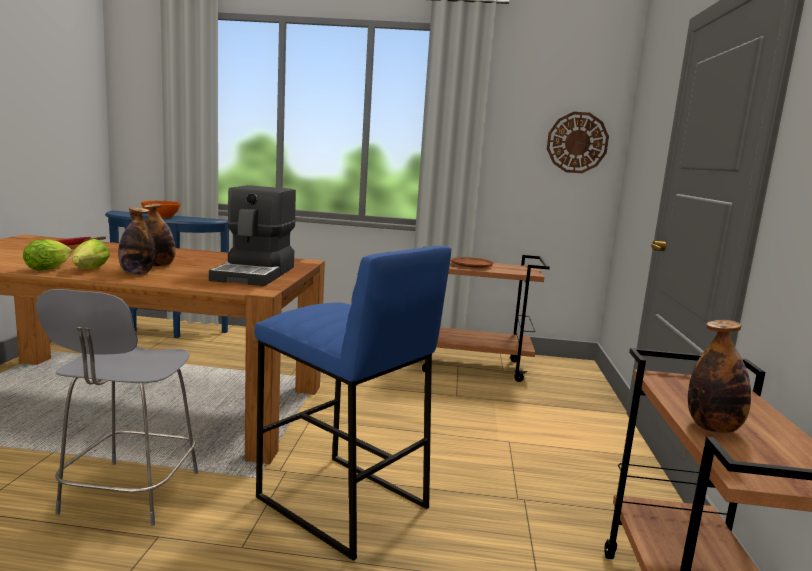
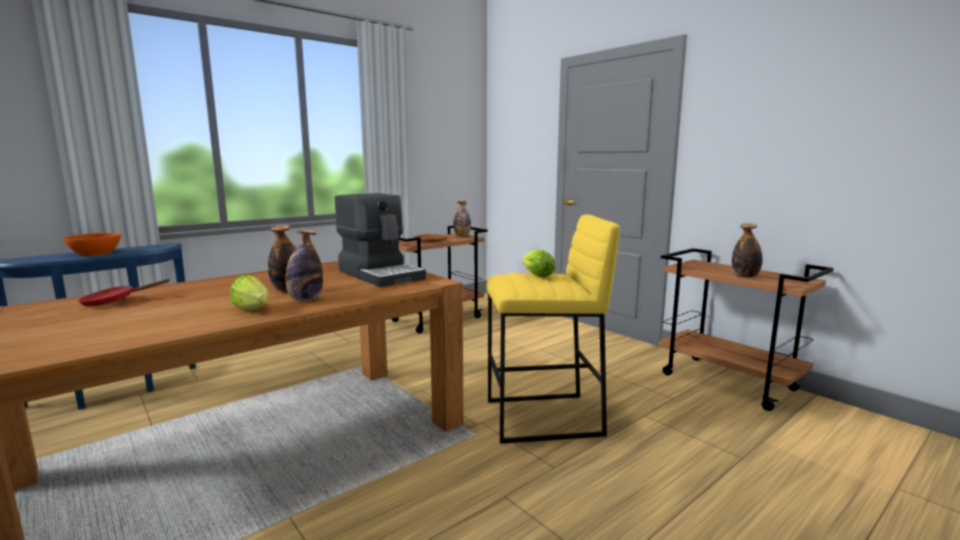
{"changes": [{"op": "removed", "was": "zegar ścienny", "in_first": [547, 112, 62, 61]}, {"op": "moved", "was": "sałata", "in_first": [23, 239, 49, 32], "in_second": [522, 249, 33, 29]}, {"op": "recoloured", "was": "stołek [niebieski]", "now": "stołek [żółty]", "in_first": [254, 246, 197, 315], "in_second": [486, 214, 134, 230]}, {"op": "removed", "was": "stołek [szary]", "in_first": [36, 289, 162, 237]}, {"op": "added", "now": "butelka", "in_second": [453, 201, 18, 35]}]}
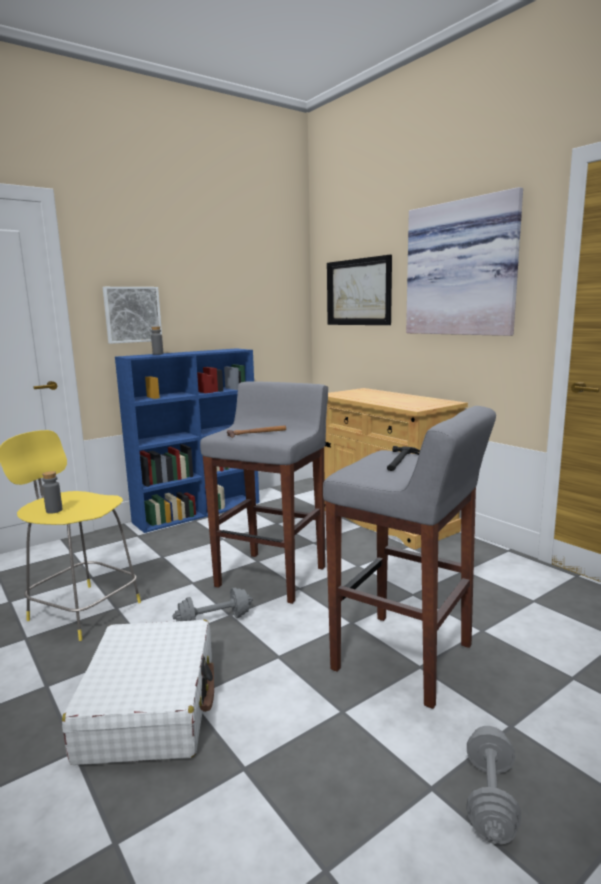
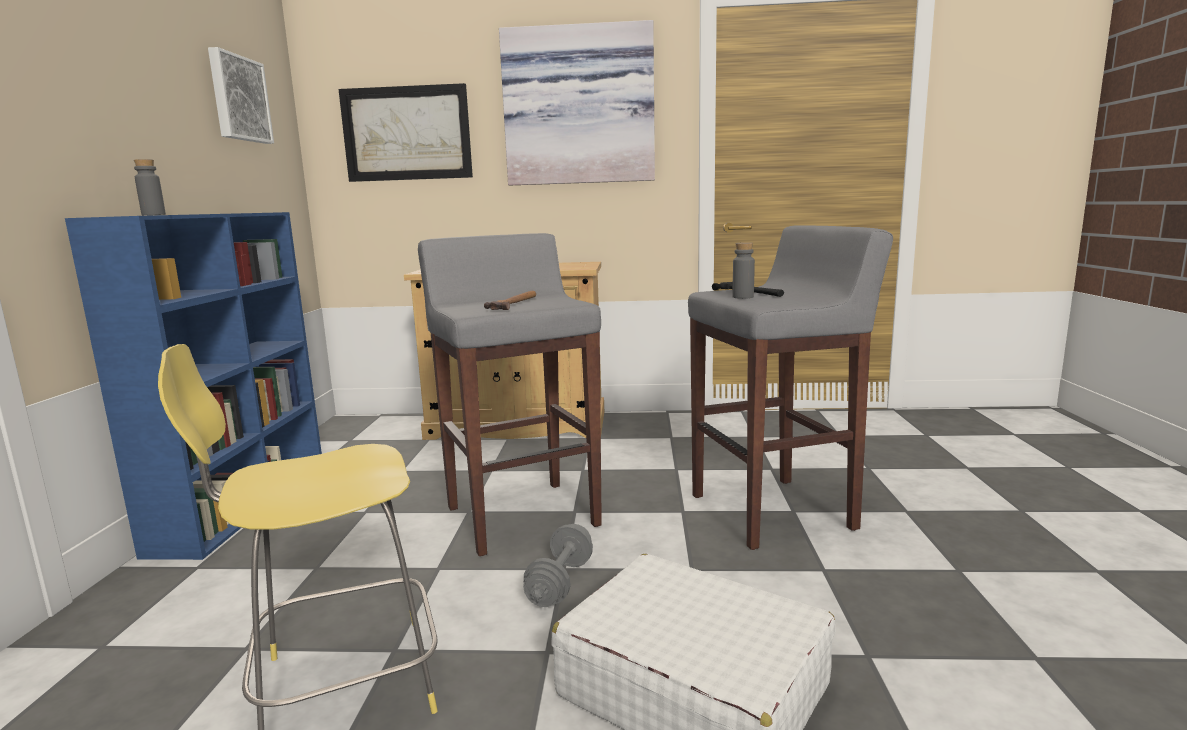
{"changes": [{"op": "moved", "was": "obraz", "in_first": [103, 287, 60, 57], "in_second": [208, 47, 66, 97]}, {"op": "moved", "was": "butelka [szary]", "in_first": [42, 471, 21, 43], "in_second": [733, 242, 22, 57]}, {"op": "removed", "was": "hantel [szary]", "in_first": [466, 726, 55, 119]}]}
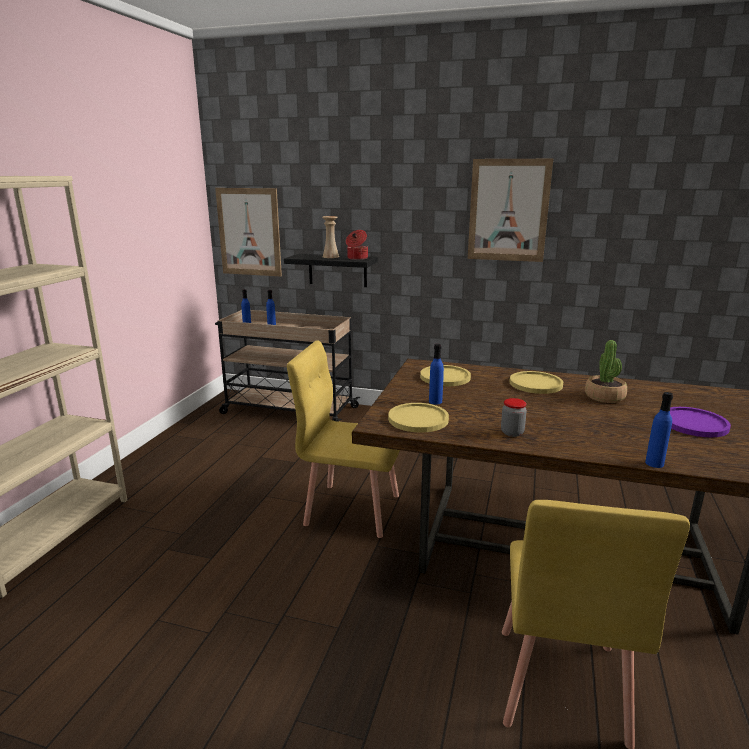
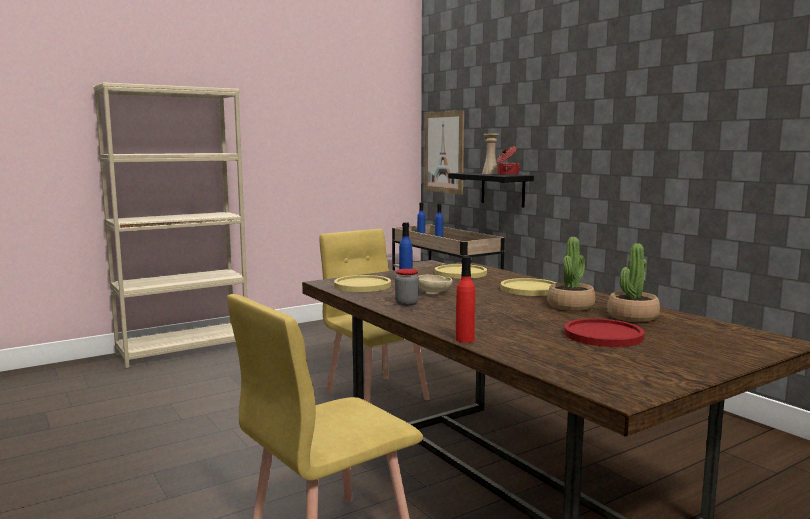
{"changes": [{"op": "removed", "was": "obraz", "in_first": [468, 159, 85, 103]}, {"op": "recoloured", "was": "butelka [niebieski]", "now": "butelka [czerwony]", "in_first": [645, 392, 28, 76], "in_second": [456, 256, 19, 87]}, {"op": "recoloured", "was": "talerz [fioletowy]", "now": "talerz [czerwony]", "in_first": [670, 407, 61, 30], "in_second": [564, 318, 81, 29]}, {"op": "added", "now": "roślina doniczkowa", "in_second": [607, 243, 53, 79]}, {"op": "added", "now": "miska [beżowy]", "in_second": [418, 275, 34, 19]}]}
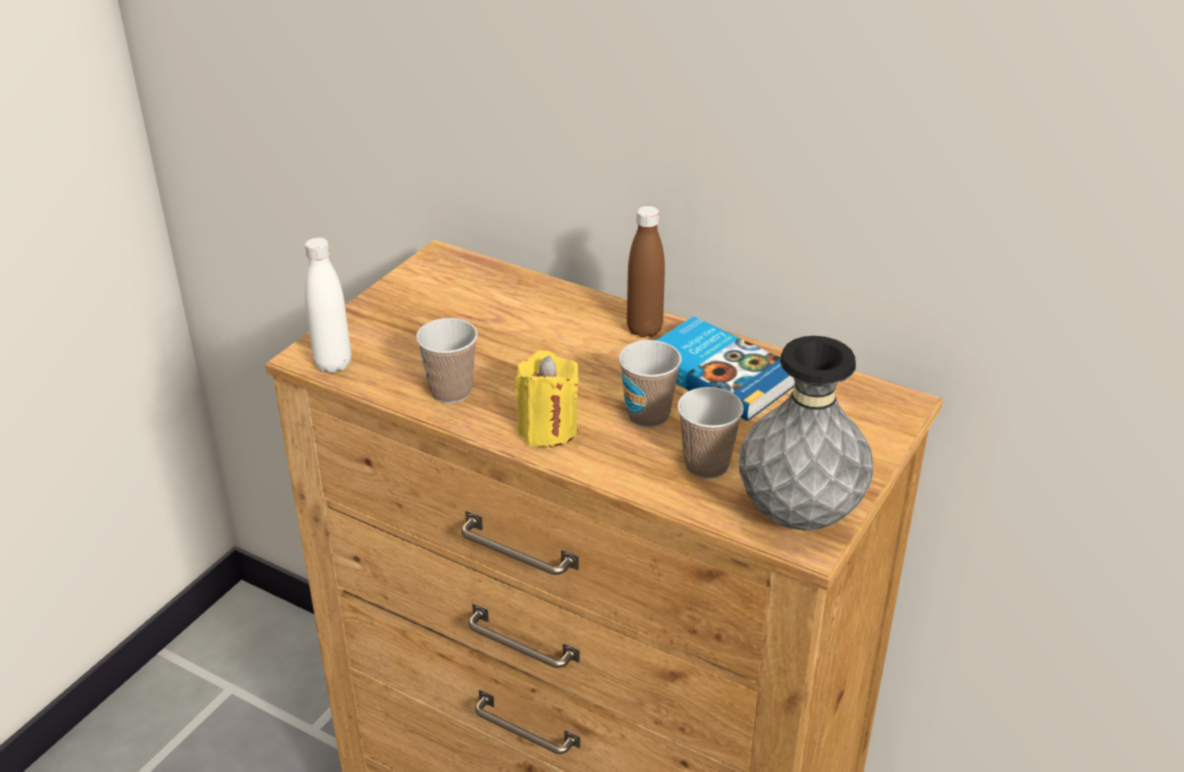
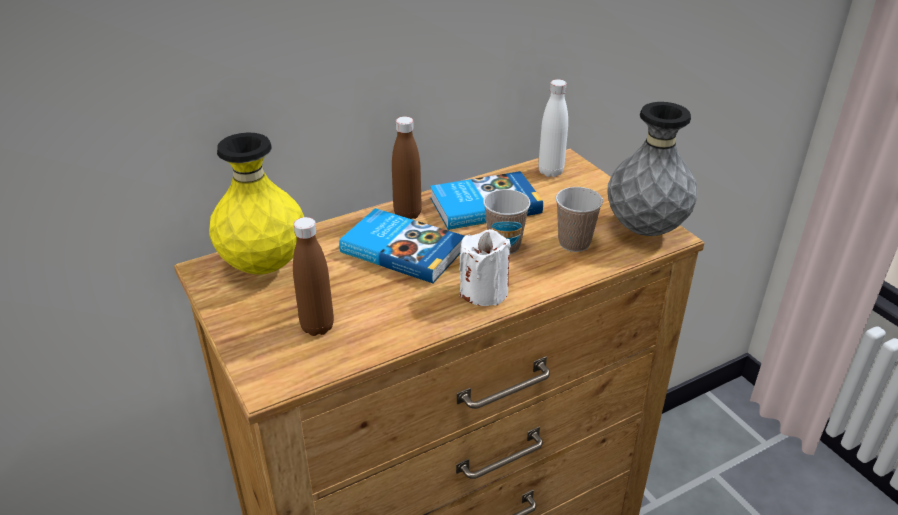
{"changes": [{"op": "moved", "was": "butelka [biały]", "in_first": [305, 237, 46, 136], "in_second": [538, 79, 30, 98]}, {"op": "removed", "was": "filiżanka", "in_first": [416, 318, 62, 85]}, {"op": "recoloured", "was": "świeca [żółty]", "now": "świeca [biały]", "in_first": [515, 350, 64, 97], "in_second": [459, 229, 52, 77]}, {"op": "added", "now": "wazon [żółty]", "in_second": [209, 132, 95, 143]}, {"op": "added", "now": "książka", "in_second": [339, 208, 126, 75]}, {"op": "added", "now": "butelka [brązowy]", "in_second": [293, 217, 41, 119]}]}
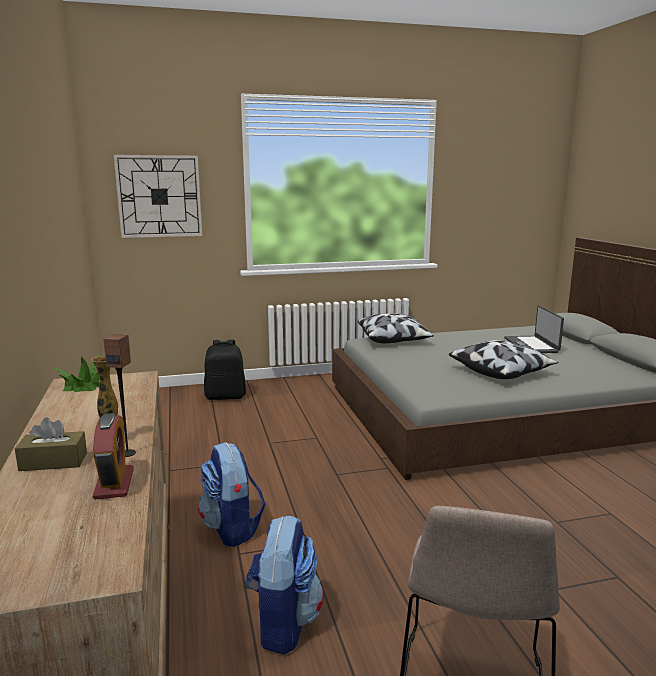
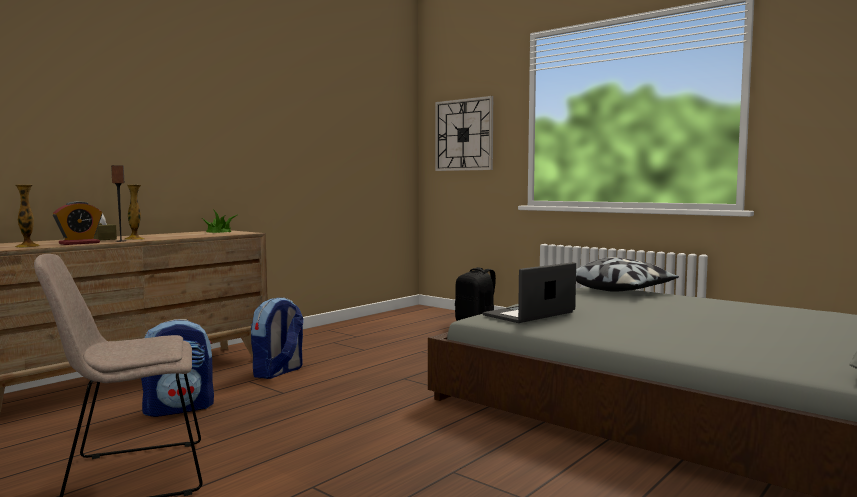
{"changes": [{"op": "moved", "was": "laptop", "in_first": [505, 305, 59, 48], "in_second": [483, 262, 93, 61]}, {"op": "removed", "was": "poduszka", "in_first": [449, 340, 109, 39]}, {"op": "added", "now": "wazon", "in_second": [15, 185, 25, 63]}]}
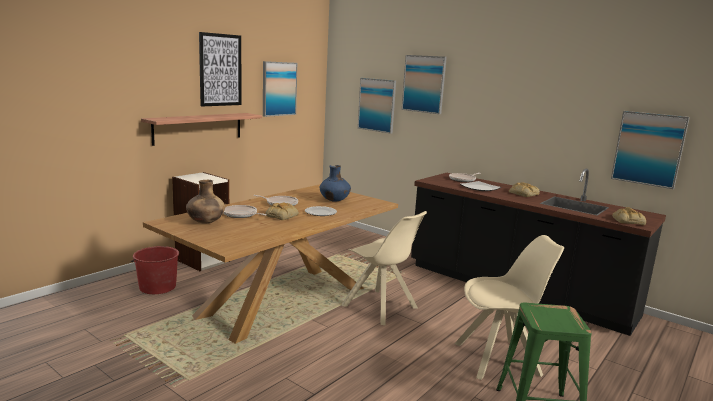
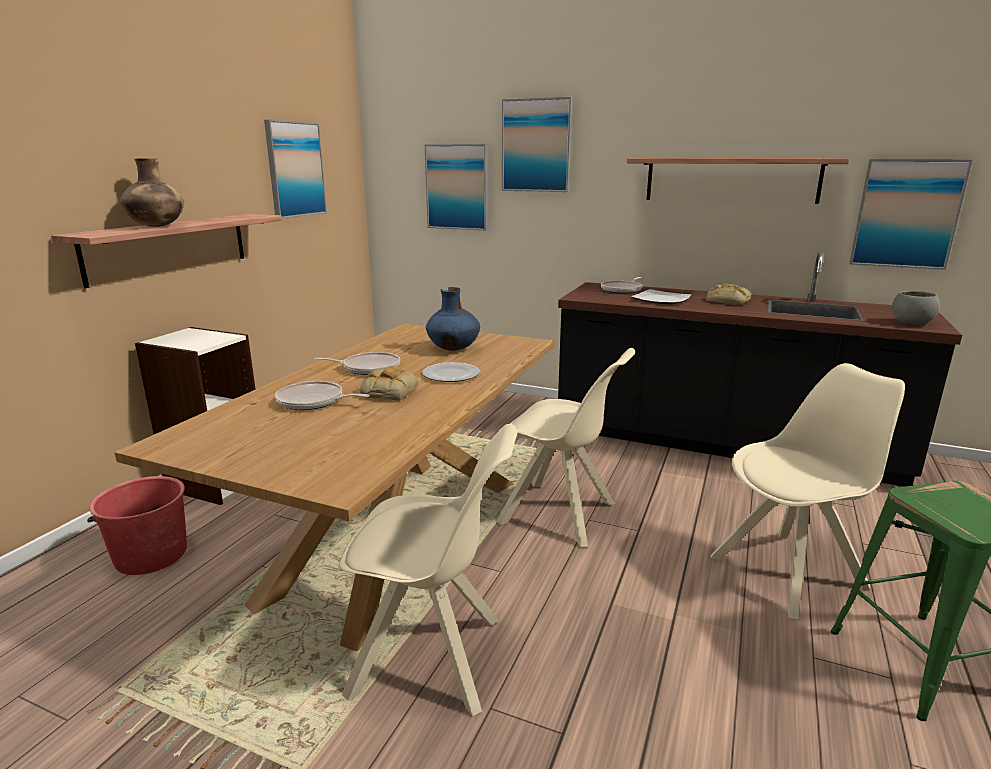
{"changes": [{"op": "removed", "was": "obraz", "in_first": [199, 32, 42, 74]}, {"op": "moved", "was": "wazon [brązowy]", "in_first": [186, 180, 39, 44], "in_second": [120, 158, 64, 69]}, {"op": "replaced", "was": "chleb", "now": "miska [szary]", "in_first": [612, 207, 34, 18], "in_second": [892, 291, 48, 34]}, {"op": "added", "now": "półka", "in_second": [627, 158, 222, 46]}, {"op": "added", "now": "krzesło [beżowy]", "in_second": [338, 424, 179, 292]}]}
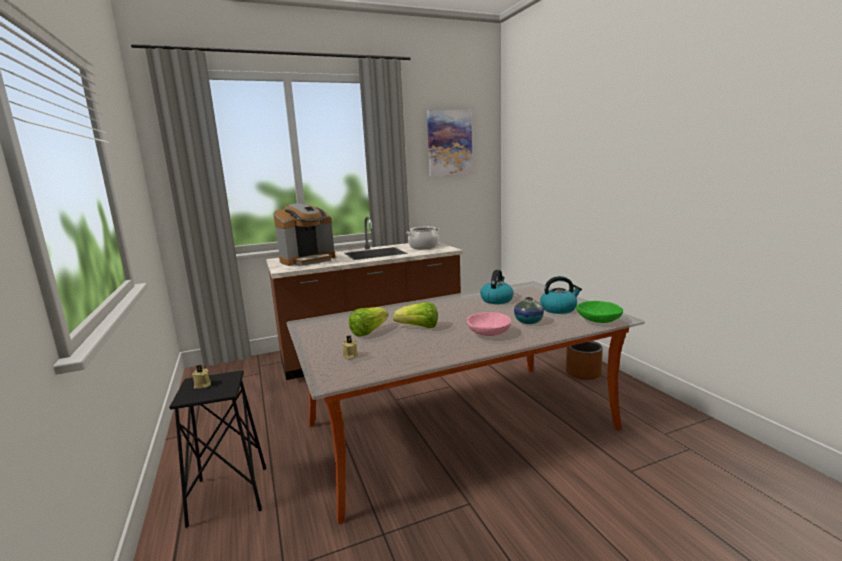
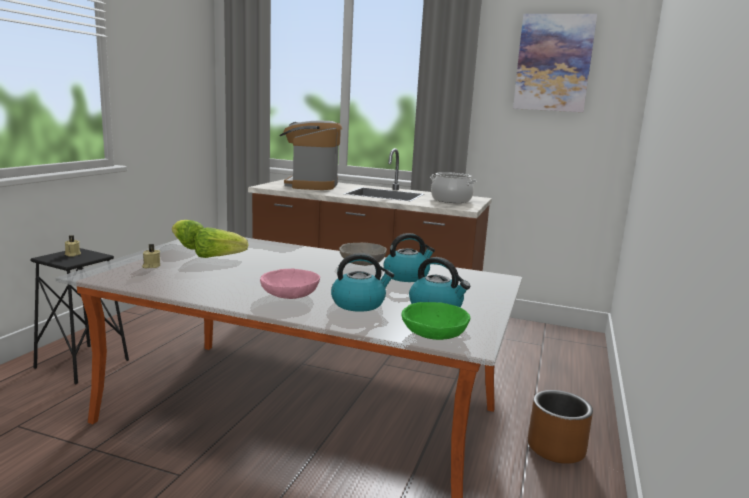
{"changes": [{"op": "turned", "was": "ekspres do kawy", "in_first": [273, 203, 62, 63], "in_second": [279, 121, 63, 69], "clockwise": 90}, {"op": "replaced", "was": "wazon", "now": "czajnik", "in_first": [514, 297, 30, 27], "in_second": [331, 253, 63, 59]}, {"op": "moved", "was": "sałata", "in_first": [393, 302, 45, 26], "in_second": [172, 220, 32, 30]}, {"op": "added", "now": "miska [szary]", "in_second": [339, 243, 48, 23]}]}
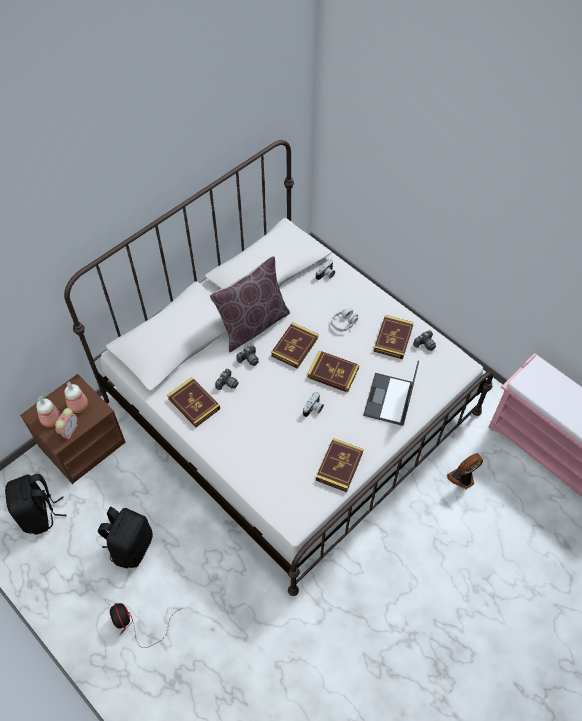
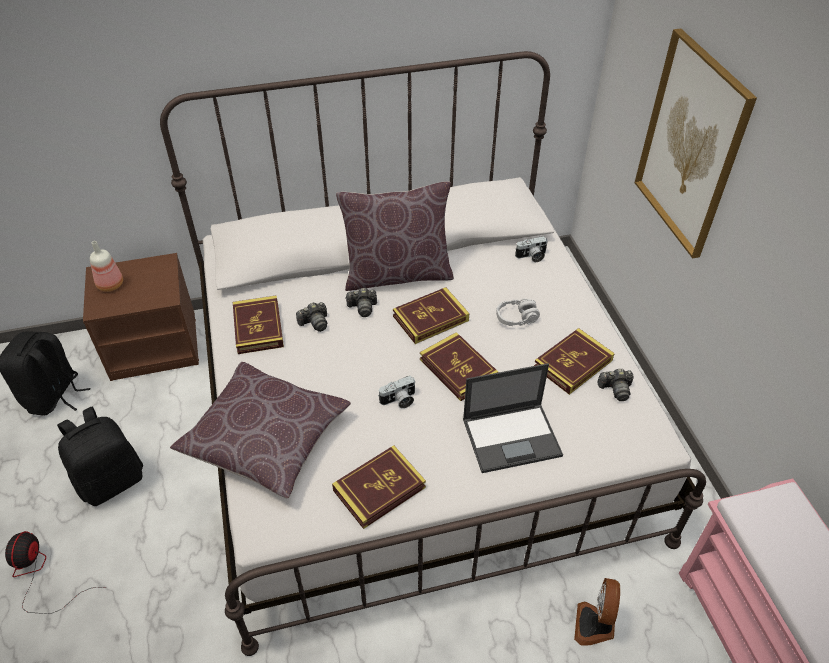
{"changes": [{"op": "turned", "was": "laptop", "in_first": [363, 361, 56, 65], "in_second": [463, 363, 100, 110], "clockwise": -150}, {"op": "removed", "was": "butelka", "in_first": [65, 382, 23, 31]}, {"op": "removed", "was": "budzik", "in_first": [55, 408, 23, 31]}, {"op": "turned", "was": "wentylator", "in_first": [447, 453, 36, 36], "in_second": [574, 578, 46, 68], "clockwise": -75}, {"op": "added", "now": "obraz", "in_second": [634, 28, 123, 231]}, {"op": "added", "now": "poduszka [brązowy]", "in_second": [170, 362, 181, 137]}]}
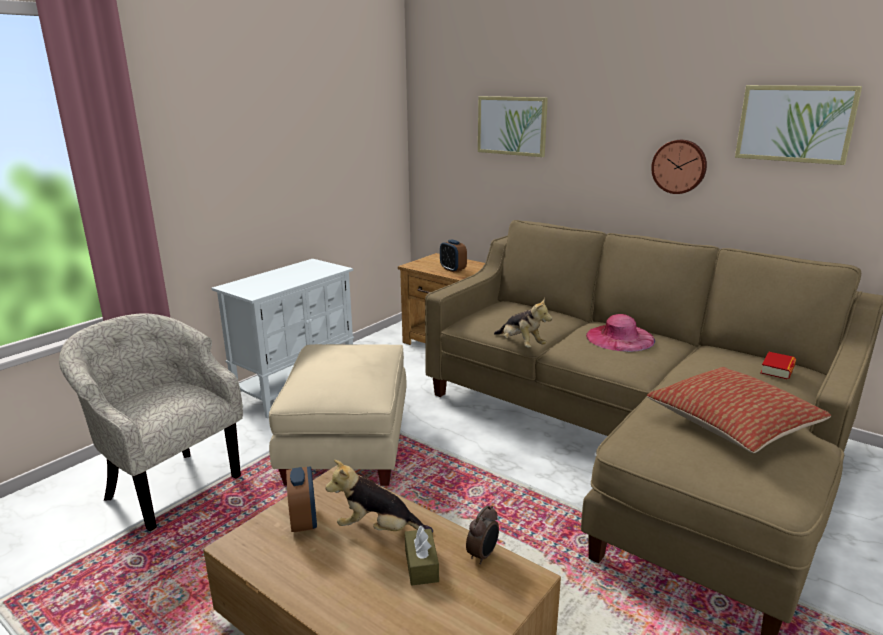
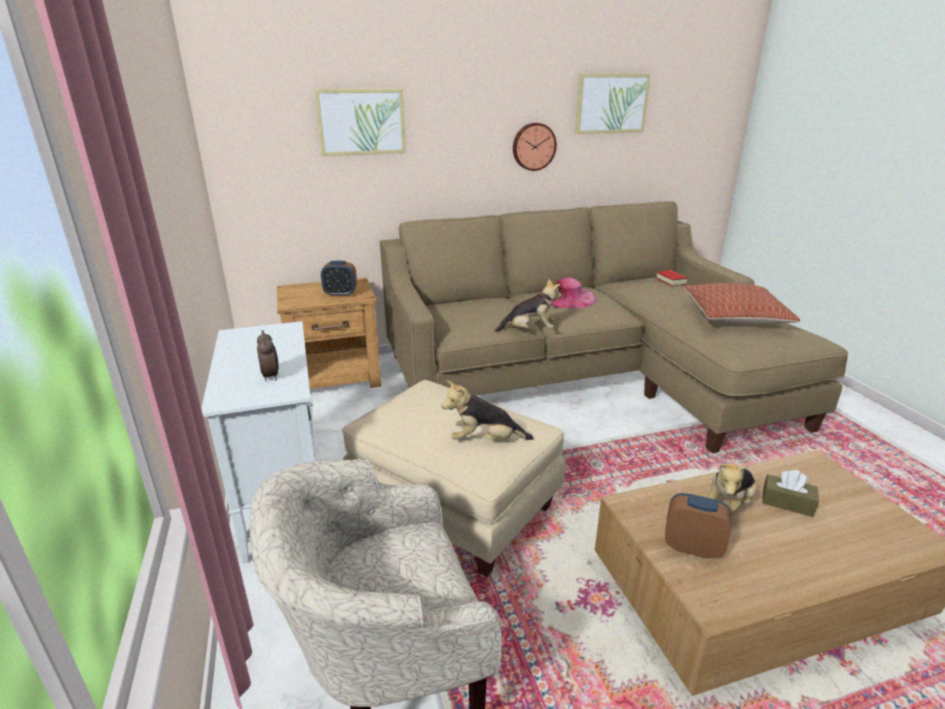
{"changes": [{"op": "moved", "was": "budzik", "in_first": [466, 505, 33, 60], "in_second": [257, 330, 22, 51]}, {"op": "added", "now": "pluszak", "in_second": [441, 381, 92, 59]}]}
